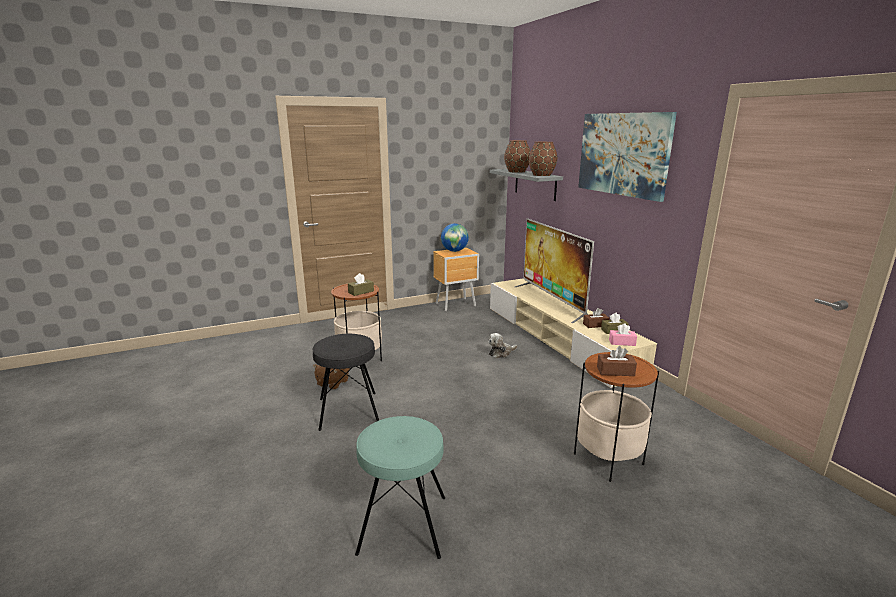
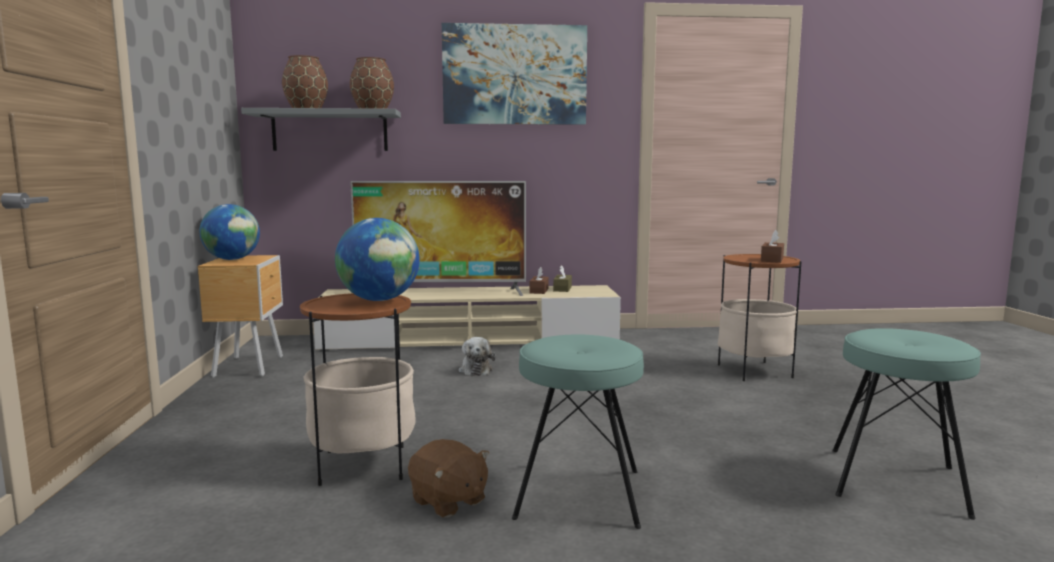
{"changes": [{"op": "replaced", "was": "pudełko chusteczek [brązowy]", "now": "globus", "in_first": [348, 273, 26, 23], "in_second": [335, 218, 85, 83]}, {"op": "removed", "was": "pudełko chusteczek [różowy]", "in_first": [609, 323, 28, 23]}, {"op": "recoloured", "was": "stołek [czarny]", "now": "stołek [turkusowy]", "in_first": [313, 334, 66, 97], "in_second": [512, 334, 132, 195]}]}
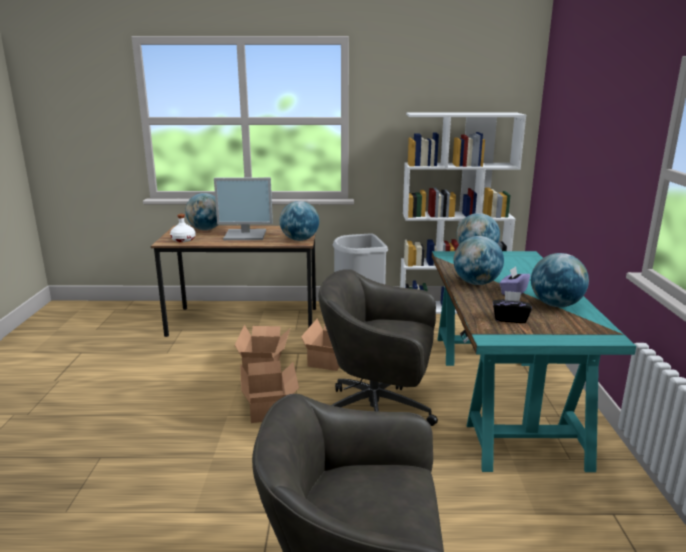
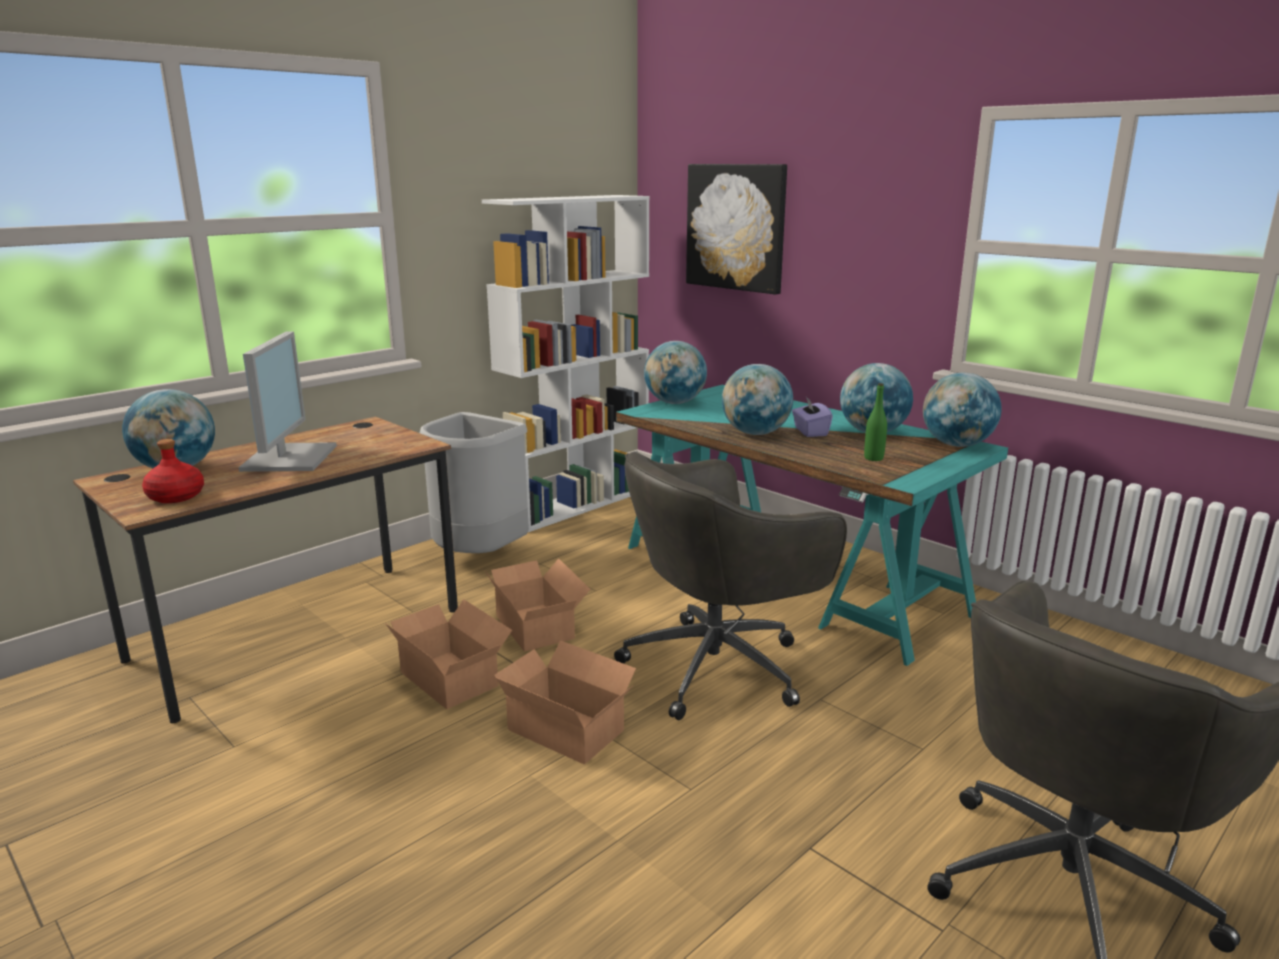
{"changes": [{"op": "turned", "was": "monitor", "in_first": [214, 177, 59, 63], "in_second": [238, 331, 99, 141], "clockwise": -45}, {"op": "moved", "was": "globus", "in_first": [280, 201, 39, 40], "in_second": [923, 373, 79, 74]}, {"op": "recoloured", "was": "butelka [biały]", "now": "butelka [czerwony]", "in_first": [170, 214, 25, 28], "in_second": [142, 439, 62, 64]}, {"op": "replaced", "was": "pudełko chusteczek [czarny]", "now": "butelka [zielony]", "in_first": [493, 291, 39, 32], "in_second": [864, 383, 23, 78]}, {"op": "added", "now": "obraz", "in_second": [686, 164, 101, 131]}]}
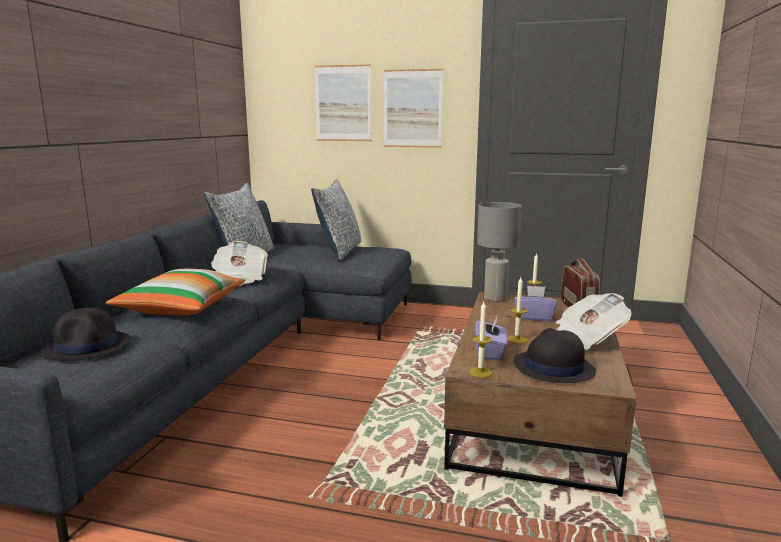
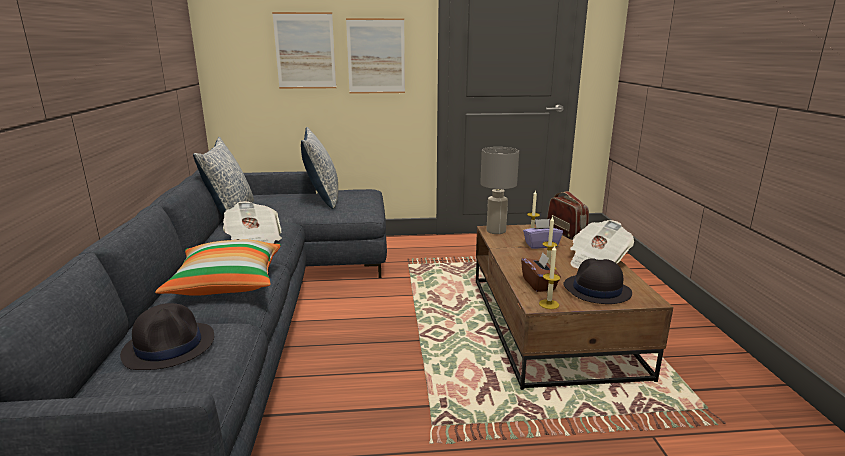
{"changes": [{"op": "recoloured", "was": "pudełko chusteczek [fioletowy]", "now": "pudełko chusteczek [brązowy]", "in_first": [475, 317, 33, 43], "in_second": [521, 252, 40, 40]}]}
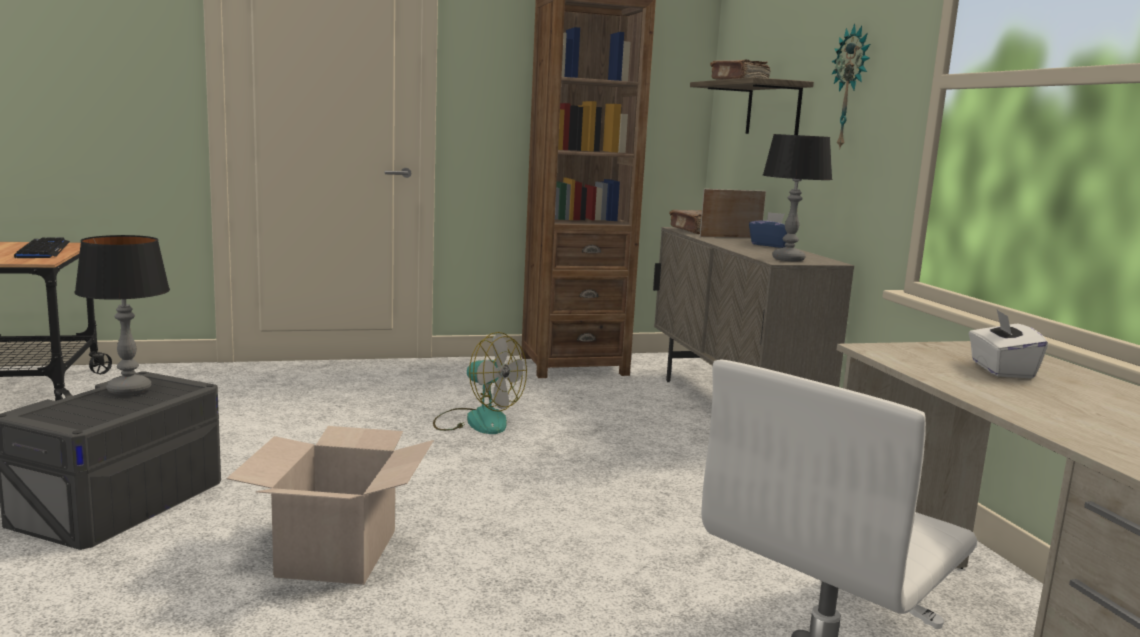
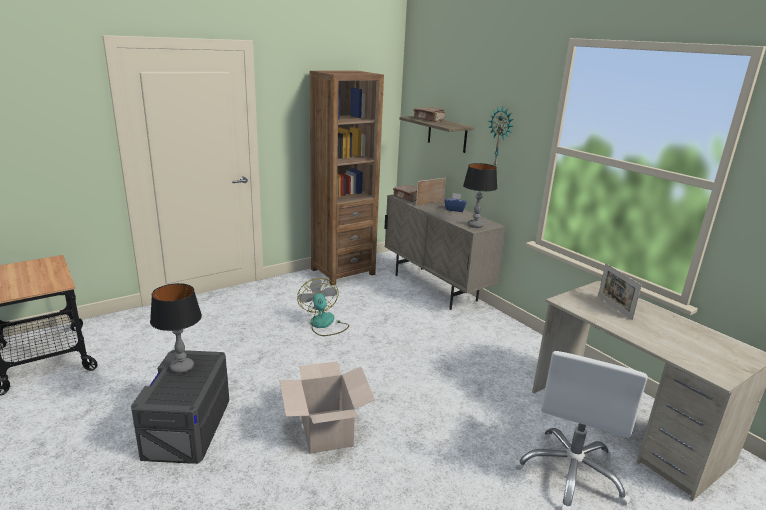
{"changes": [{"op": "removed", "was": "klawiatura", "in_first": [14, 237, 56, 21]}, {"op": "replaced", "was": "pudełko chusteczek [biały]", "now": "ramka na zdjęcie", "in_first": [969, 310, 79, 69], "in_second": [598, 263, 44, 57]}, {"op": "turned", "was": "wentylator", "in_first": [433, 332, 94, 102], "in_second": [297, 278, 52, 58], "clockwise": -120}]}
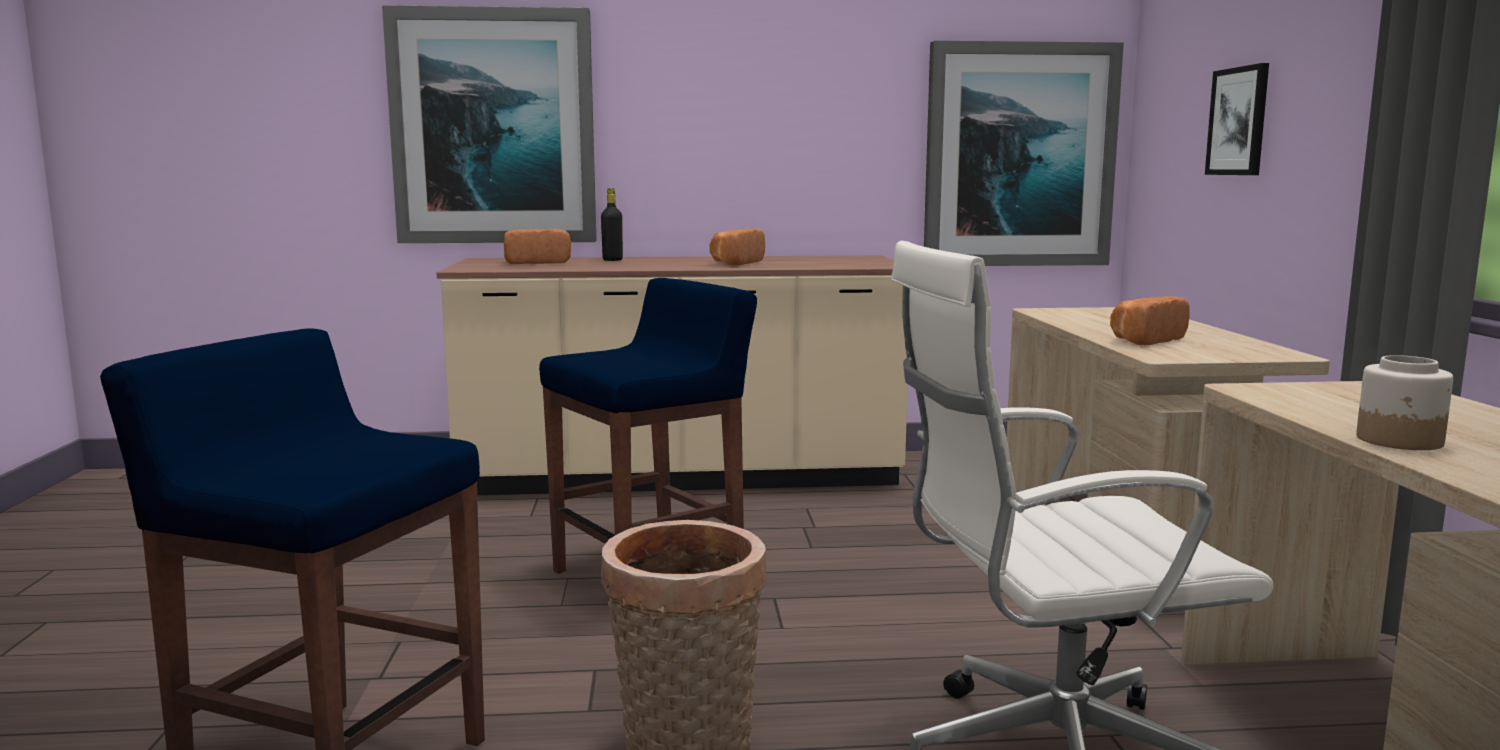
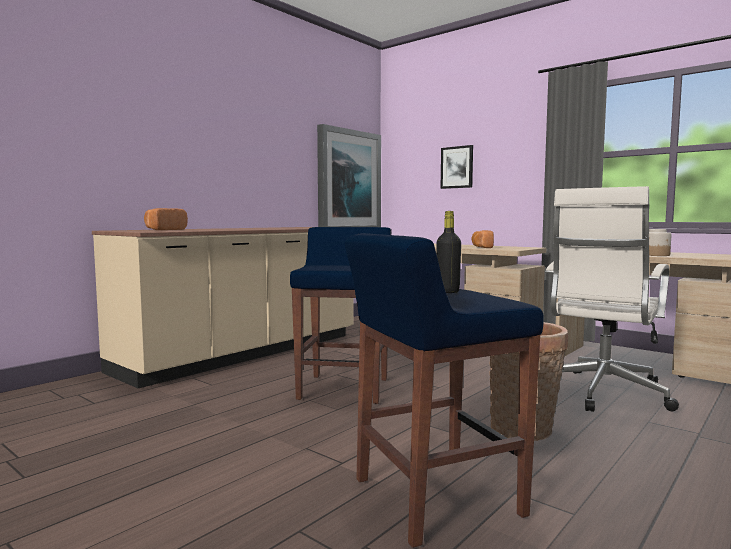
{"changes": [{"op": "removed", "was": "obraz", "in_first": [382, 5, 215, 238]}, {"op": "moved", "was": "butelka [czarny]", "in_first": [601, 188, 22, 73], "in_second": [437, 211, 24, 82]}, {"op": "removed", "was": "chleb", "in_first": [709, 228, 56, 37]}]}
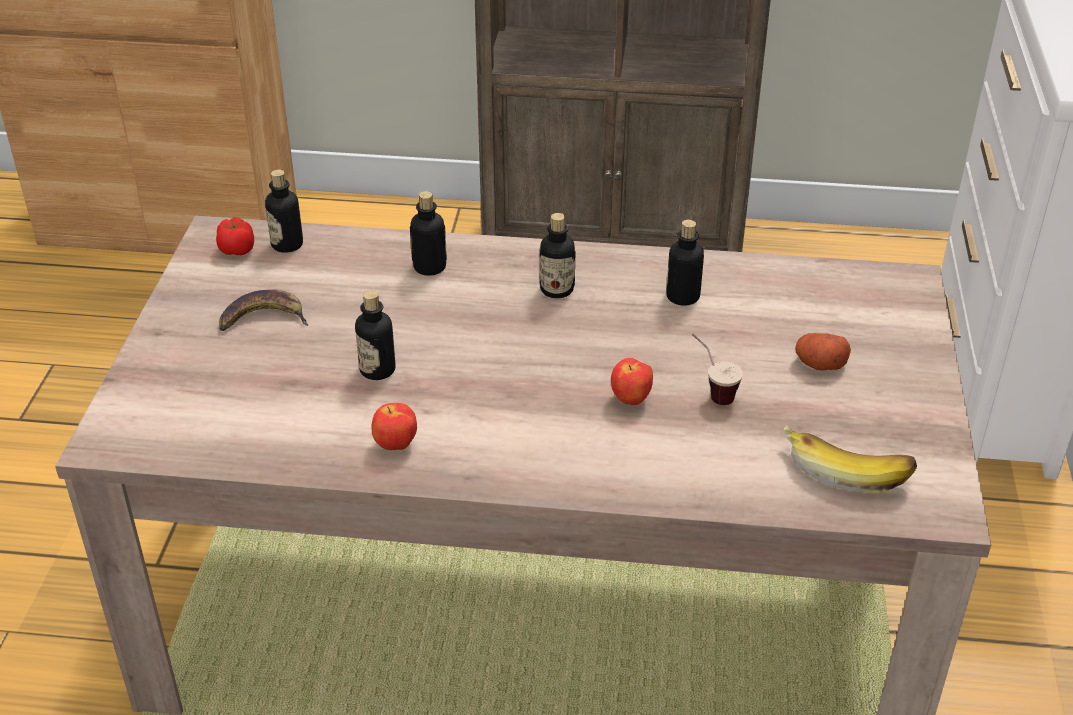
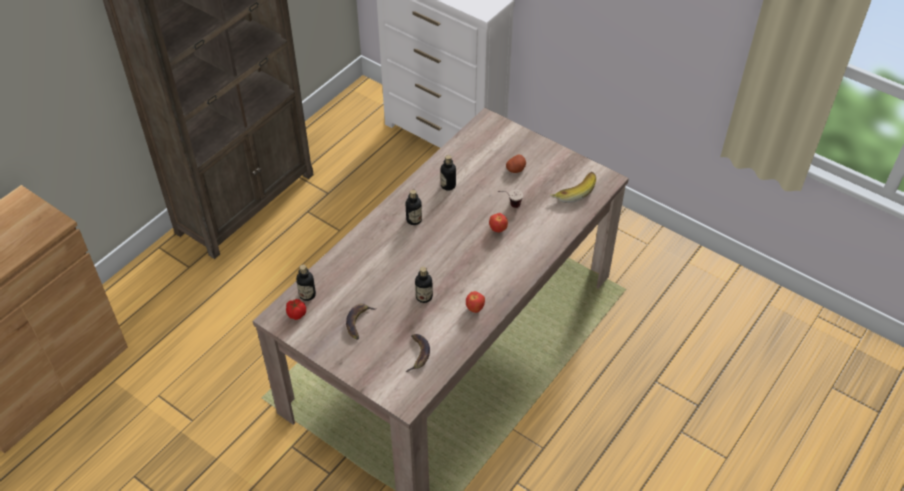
{"changes": [{"op": "removed", "was": "butelka", "in_first": [410, 191, 37, 85]}, {"op": "added", "now": "banan", "in_second": [406, 334, 24, 38]}]}
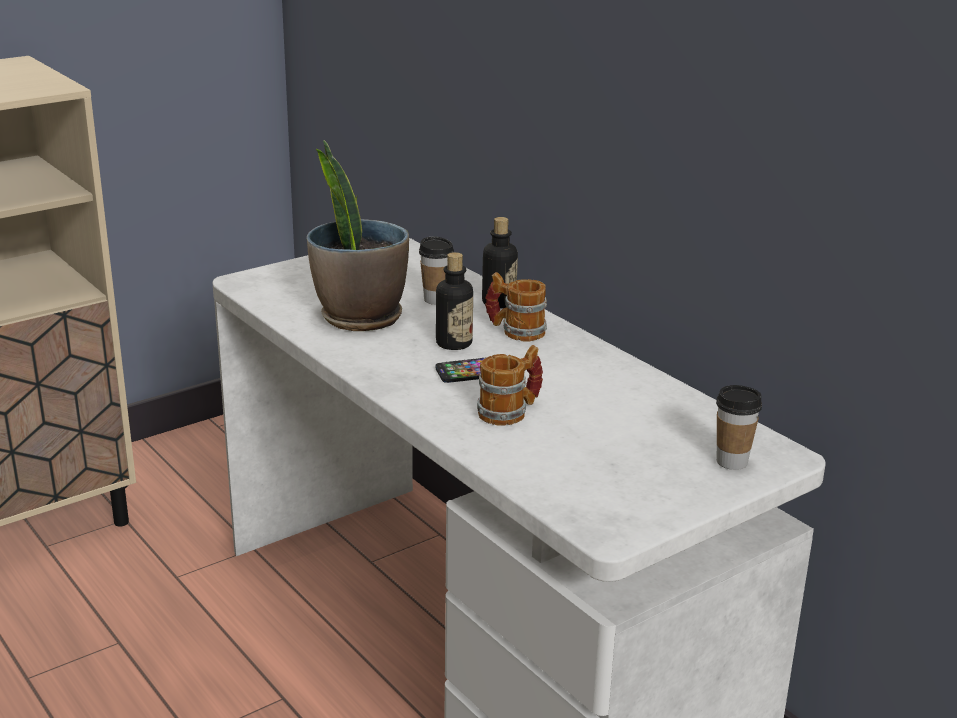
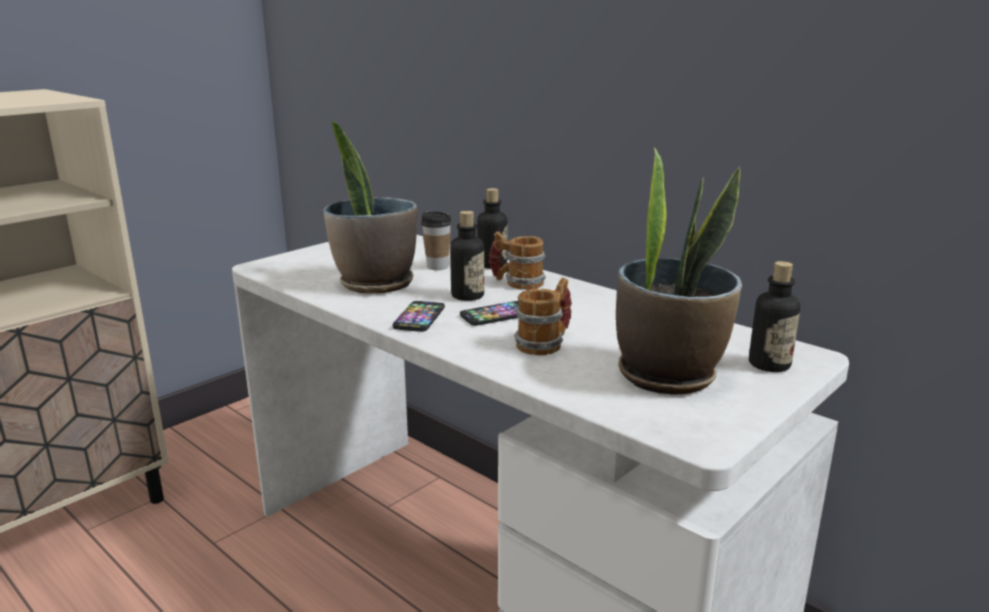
{"changes": [{"op": "replaced", "was": "filiżanka", "now": "butelka", "in_first": [716, 385, 46, 85], "in_second": [749, 261, 51, 111]}, {"op": "added", "now": "roślina doniczkowa", "in_second": [616, 146, 126, 249]}, {"op": "added", "now": "telefon", "in_second": [393, 301, 52, 31]}]}
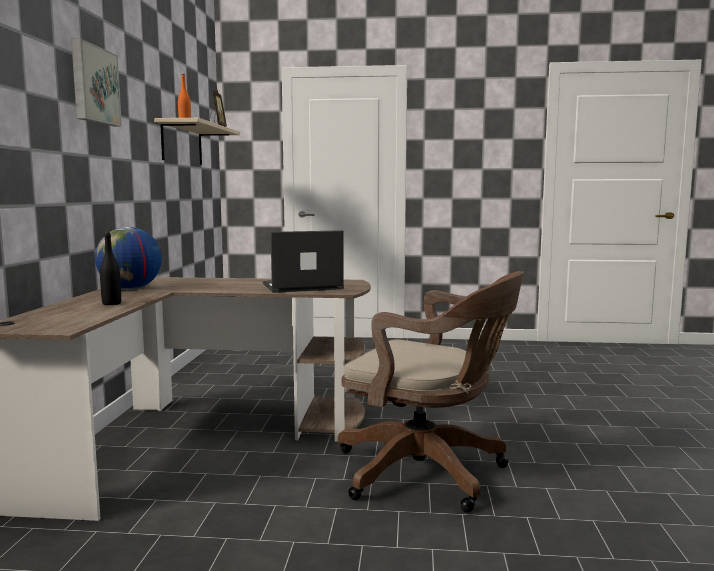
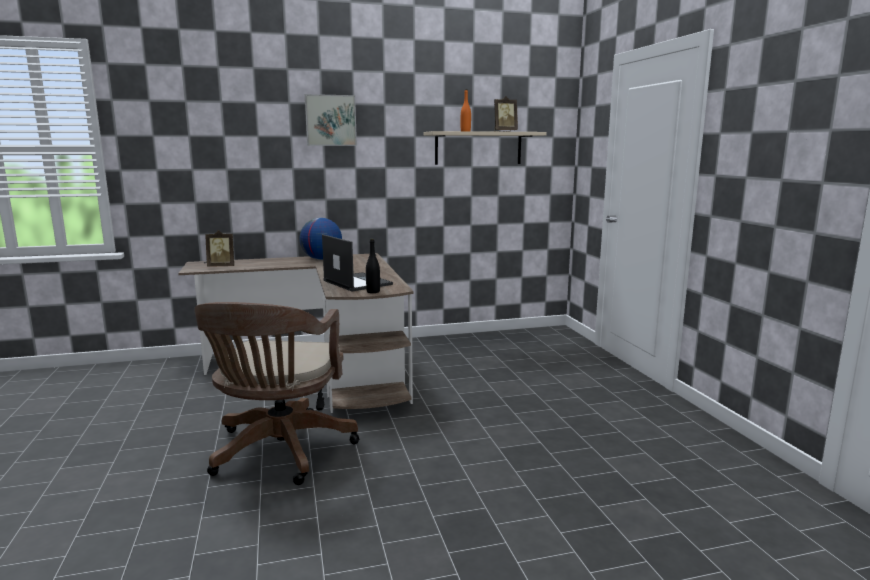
{"changes": [{"op": "moved", "was": "butelka [czarny]", "in_first": [100, 232, 21, 73], "in_second": [366, 239, 14, 54]}, {"op": "added", "now": "ramka na zdjęcie", "in_second": [205, 230, 29, 37]}]}
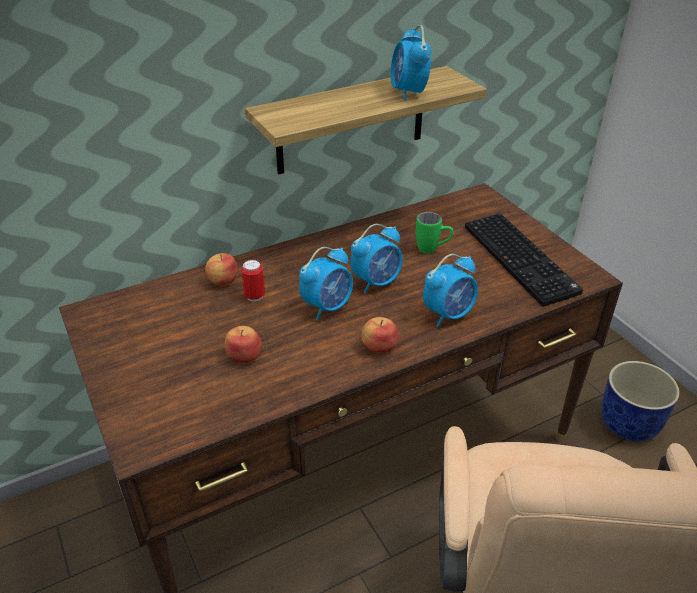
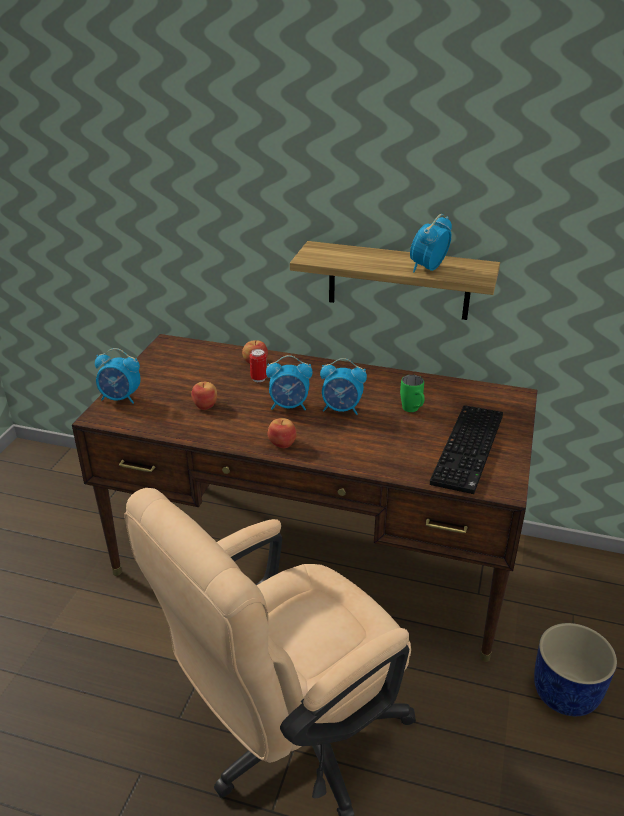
{"changes": [{"op": "moved", "was": "budzik", "in_first": [423, 254, 55, 73], "in_second": [95, 348, 46, 56]}]}
